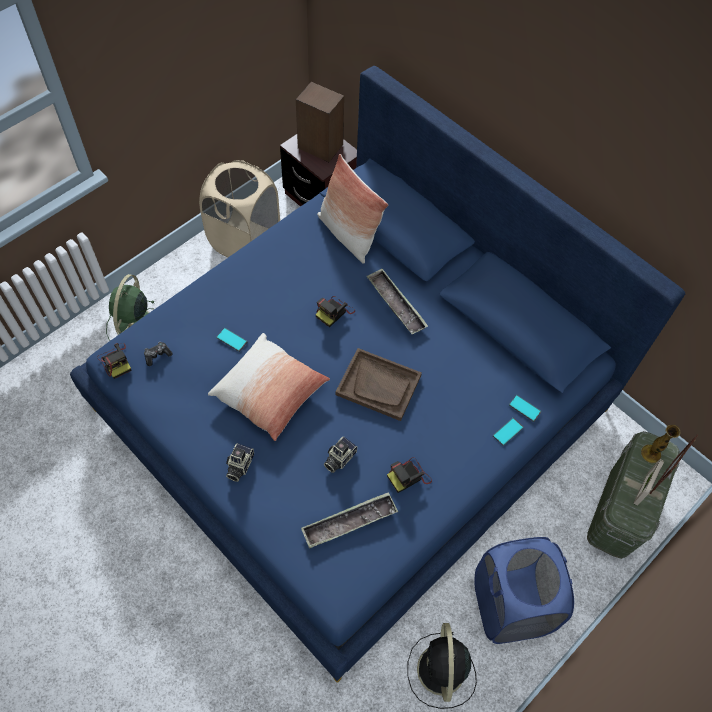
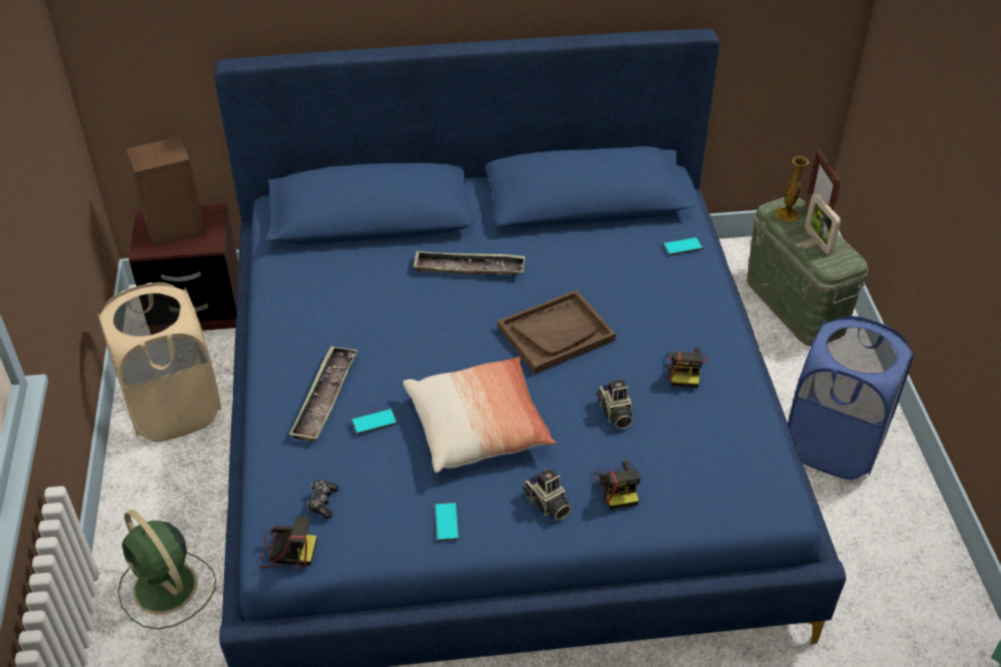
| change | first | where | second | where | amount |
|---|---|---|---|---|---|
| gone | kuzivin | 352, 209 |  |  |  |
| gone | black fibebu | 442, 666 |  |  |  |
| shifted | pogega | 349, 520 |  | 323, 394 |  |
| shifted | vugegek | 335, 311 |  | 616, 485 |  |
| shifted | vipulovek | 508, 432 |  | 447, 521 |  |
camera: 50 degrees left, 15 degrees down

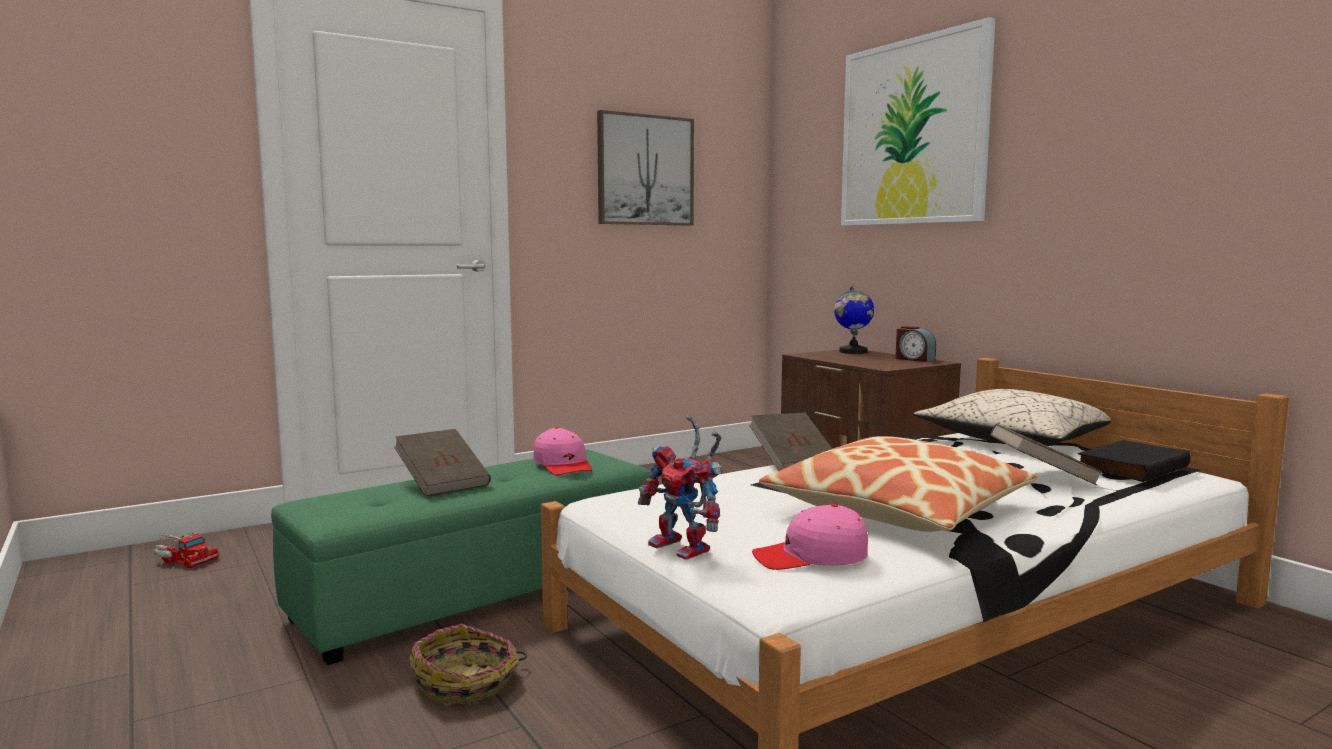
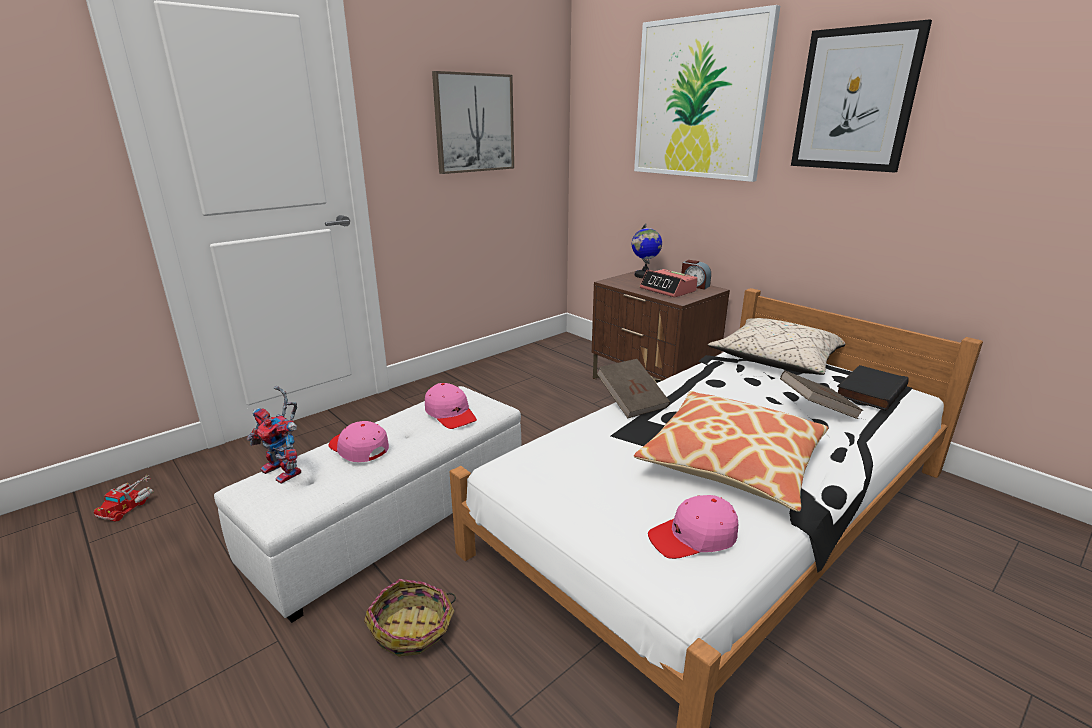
| change | first | where | second | where | amount |
|---|---|---|---|---|---|
| new |  |  | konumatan | 669, 283 |  |
| new |  |  | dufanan | 861, 96 |  |
| shifted | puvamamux | 680, 487 |  | 274, 435 |  |
| swapped | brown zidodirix | 442, 462 | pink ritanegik | 358, 441 |  |
| repainted | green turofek | 461, 557 | white turofek | 368, 504 |  |
| rotated | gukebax | 186, 550 |  | 124, 498 | 90 degrees clockwise |
camera: 10 degrees left, 15 degrees up

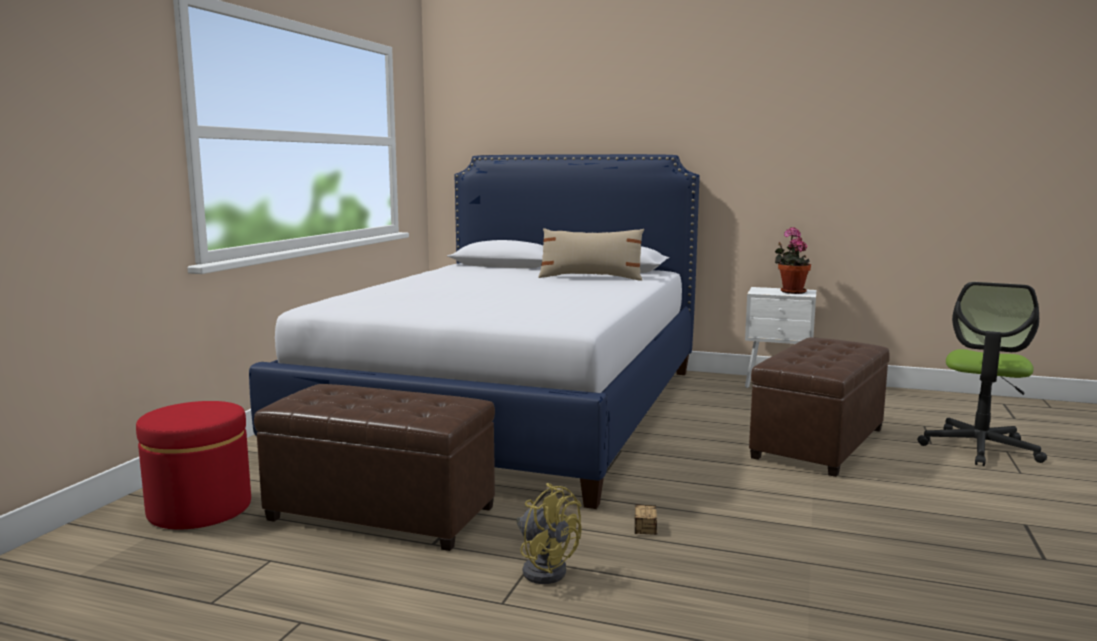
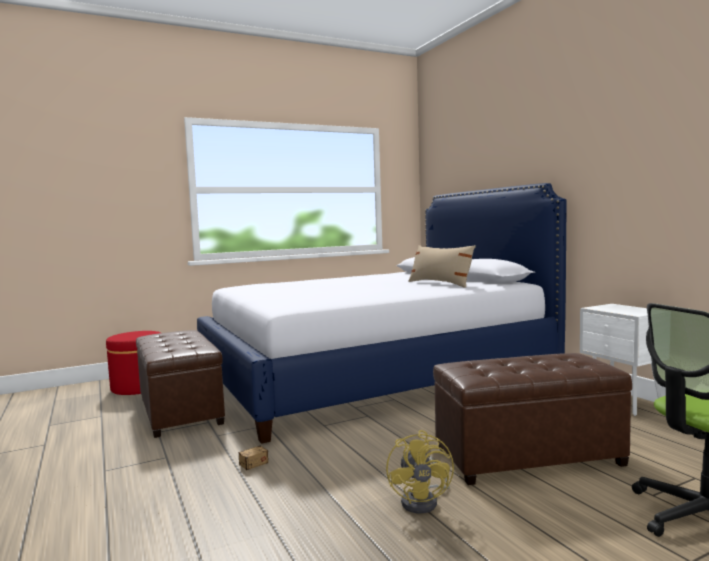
| change | first | where | second | where | amount |
|---|---|---|---|---|---|
| gone | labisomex | 793, 260 |  |  |  |
| shifted | yellow fibebu | 549, 533 |  | 420, 472 |  |
camera: 45 degrees right, 5 degrees down

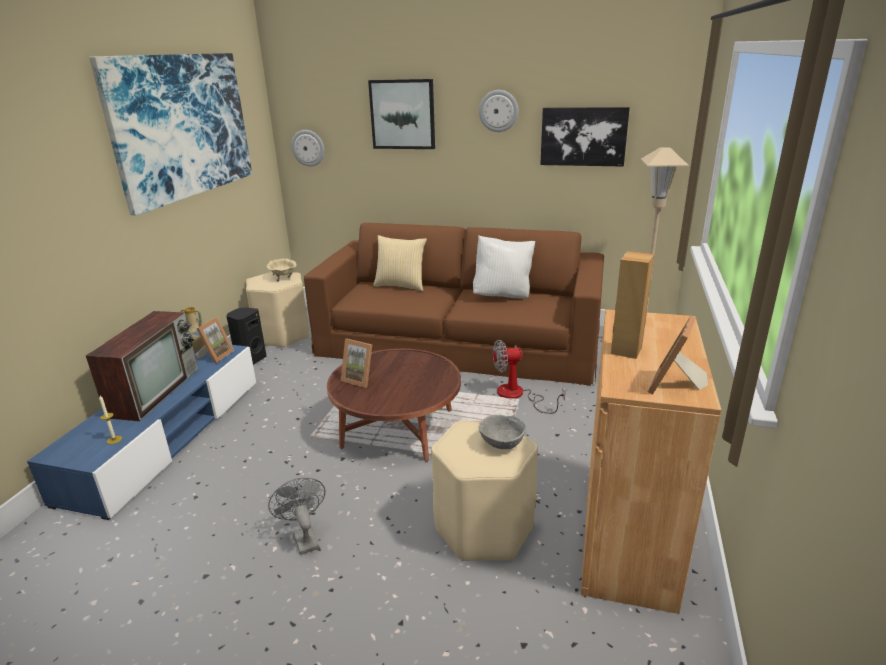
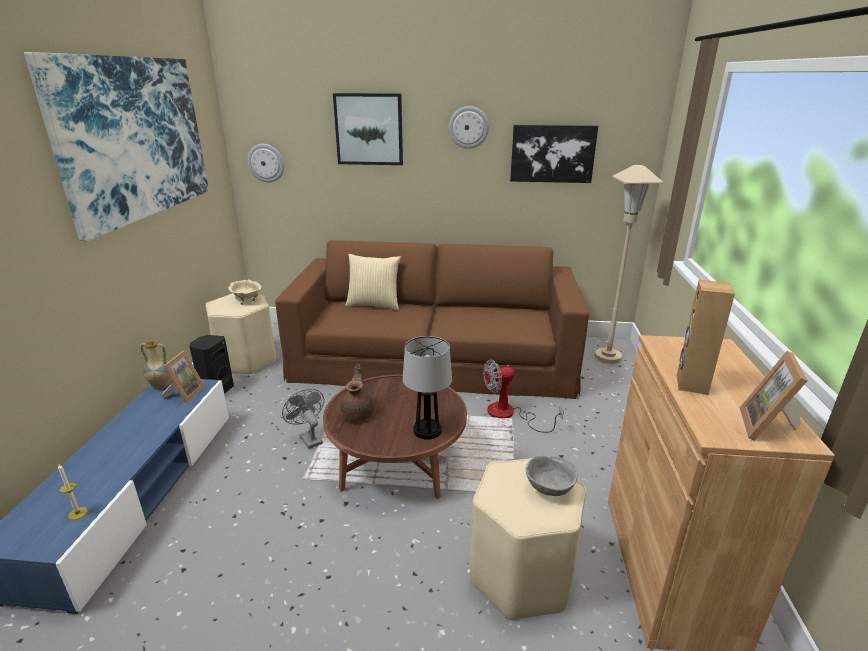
| change | first | where | second | where | amount |
|---|---|---|---|---|---|
| gone | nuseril | 142, 366 |  |  |  |
| gone | white kuzivin | 504, 267 |  |  |  |
| new |  |  | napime | 427, 388 |  |
| shifted | grey fibebu | 296, 516 |  | 303, 419 |  |
| swapped | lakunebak | 356, 363 | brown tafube | 357, 393 |  |
camera: 10 degrees left, 0 degrees up

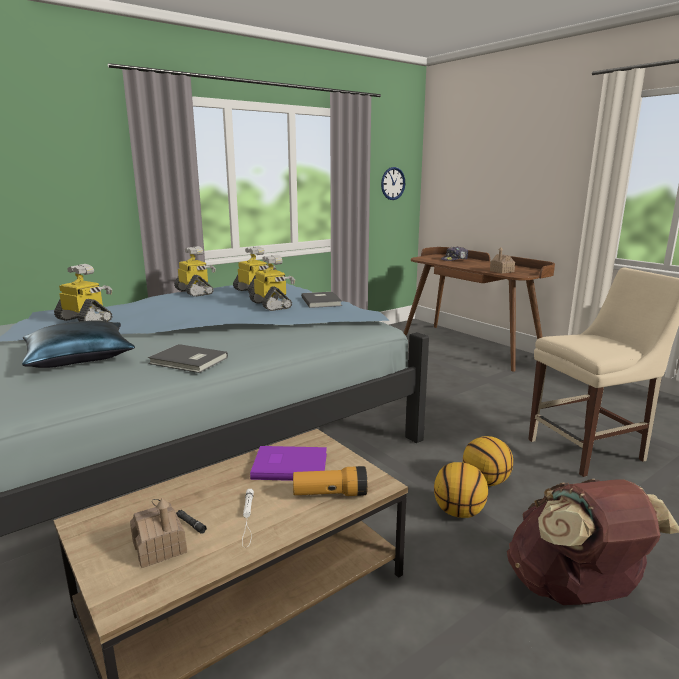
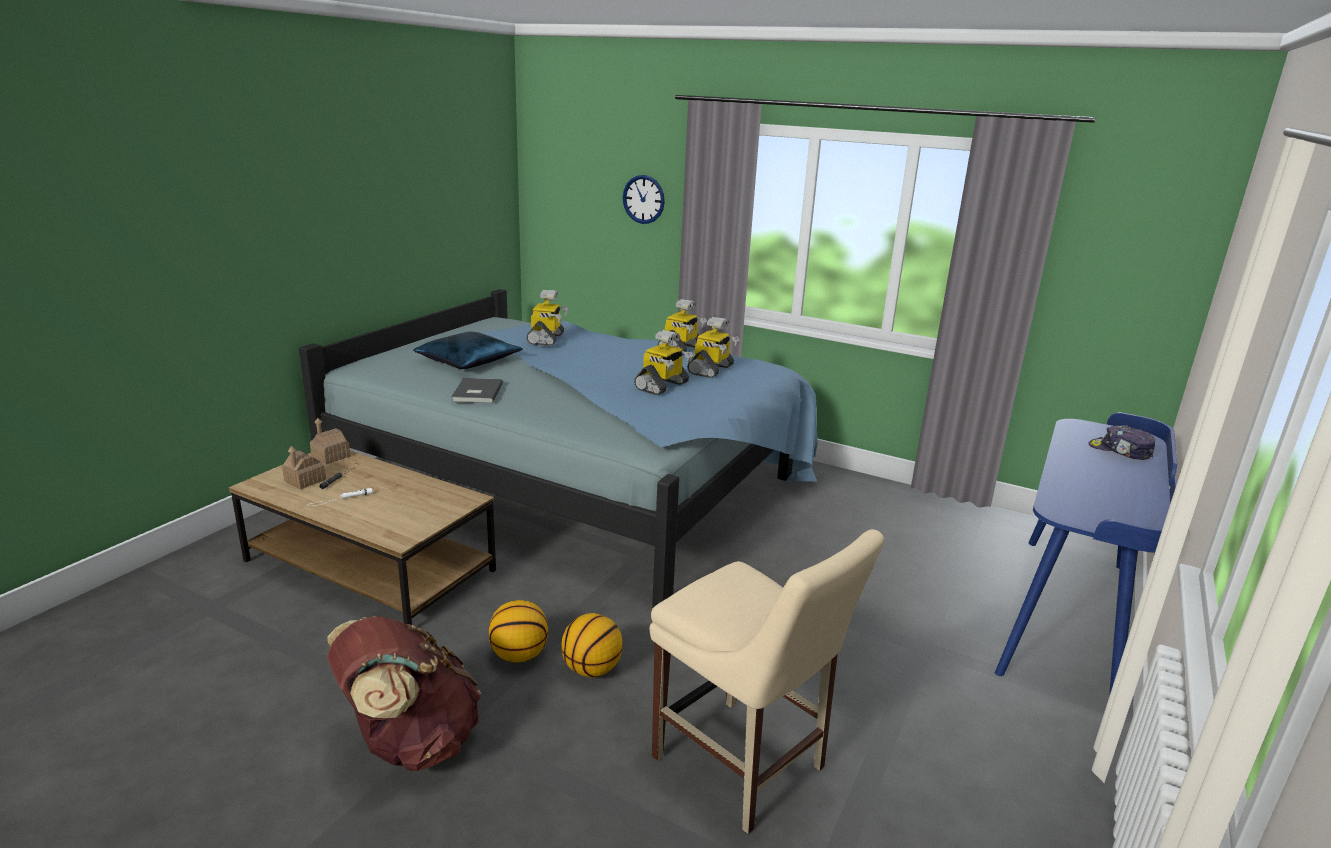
| change | first | where | second | where | amount |
|---|---|---|---|---|---|
| gone | purple zidodirix | 288, 463 |  |  |  |
| gone | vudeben | 330, 481 |  |  |  |
| gone | grey zidodirix | 321, 300 |  |  |  |
| shifted | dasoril | 393, 183 |  | 644, 199 |  |
| shifted | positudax | 502, 260 |  | 330, 441 |  |
| repainted | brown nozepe | 479, 309 | blue nozepe | 1086, 554 |  |
camera: 65 degrees right, 5 degrees up

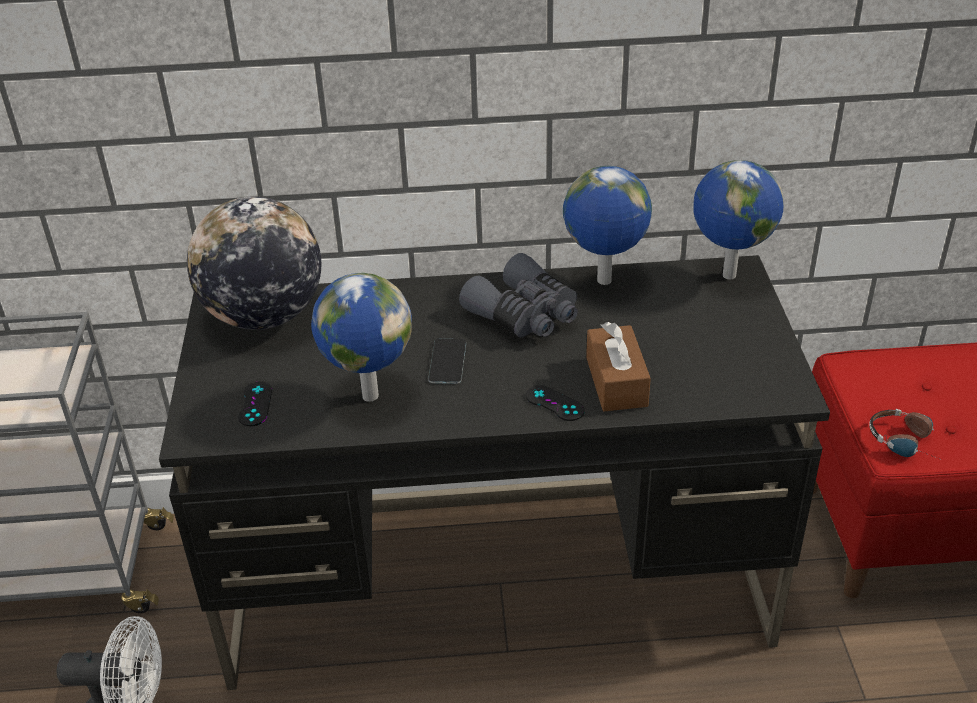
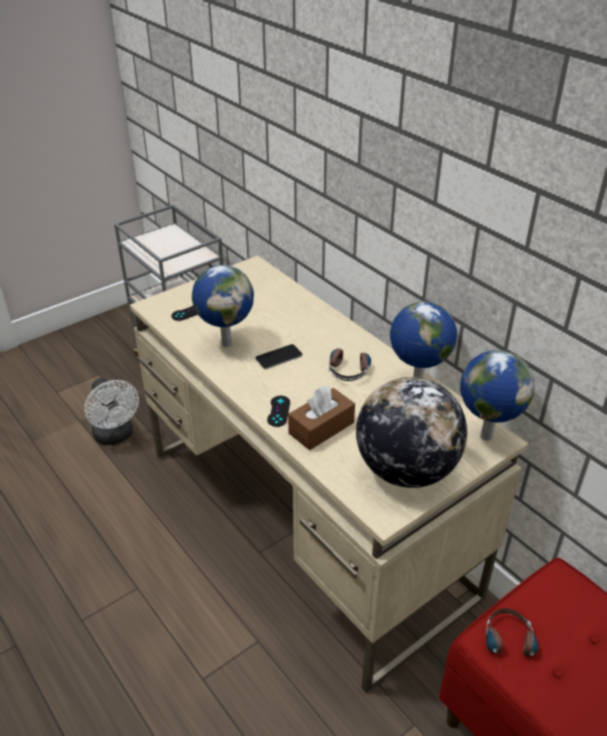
| change | first | where | second | where | amount |
|---|---|---|---|---|---|
| shifted | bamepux | 254, 263 |  | 411, 432 |  |
| swapped | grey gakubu | 518, 295 | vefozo | 350, 364 |  |
| repainted | black nozepe | 494, 472 | beige nozepe | 329, 474 |  |
camera: 55 degrees right, 0 degrees up

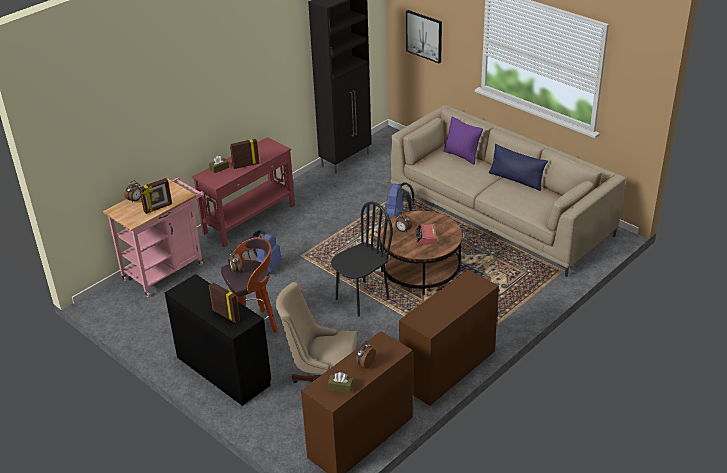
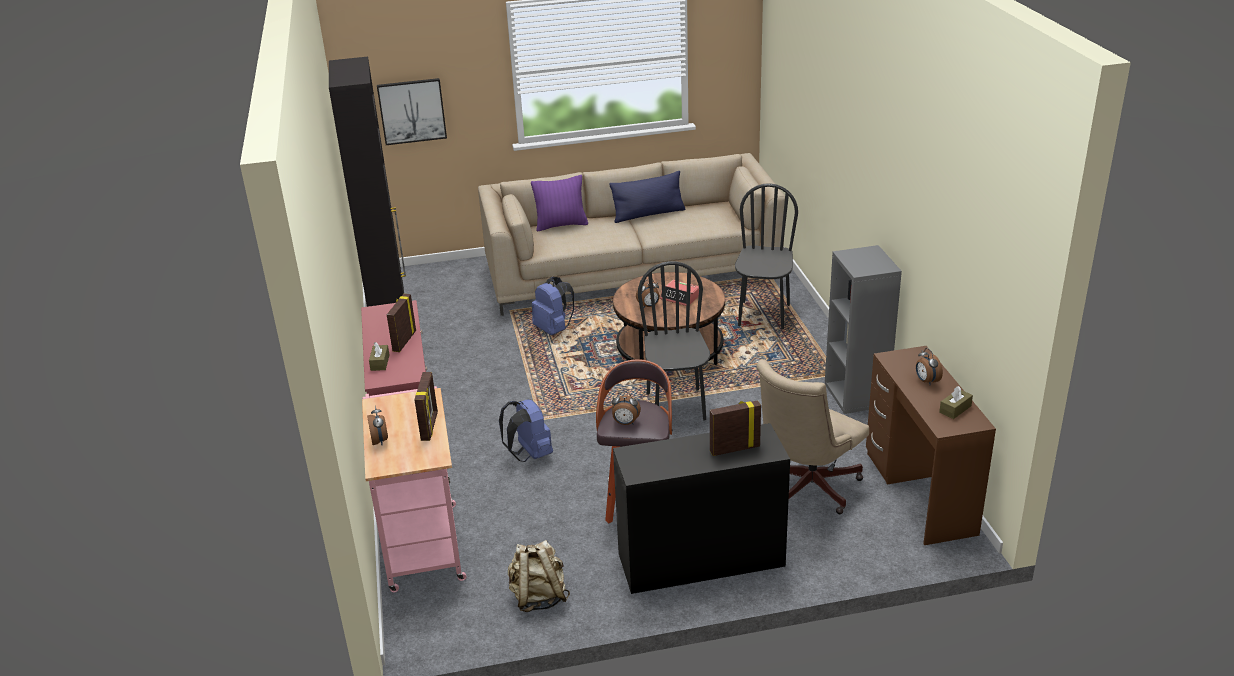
| change | first | where | second | where | amount |
|---|---|---|---|---|---|
| new |  |  | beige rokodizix | 539, 576 |  |
| new |  |  | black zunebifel | 766, 256 |  |
| swapped | brown nozepe | 449, 337 | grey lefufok | 863, 329 |  |
camera: 55 degrees left, 5 degrees down

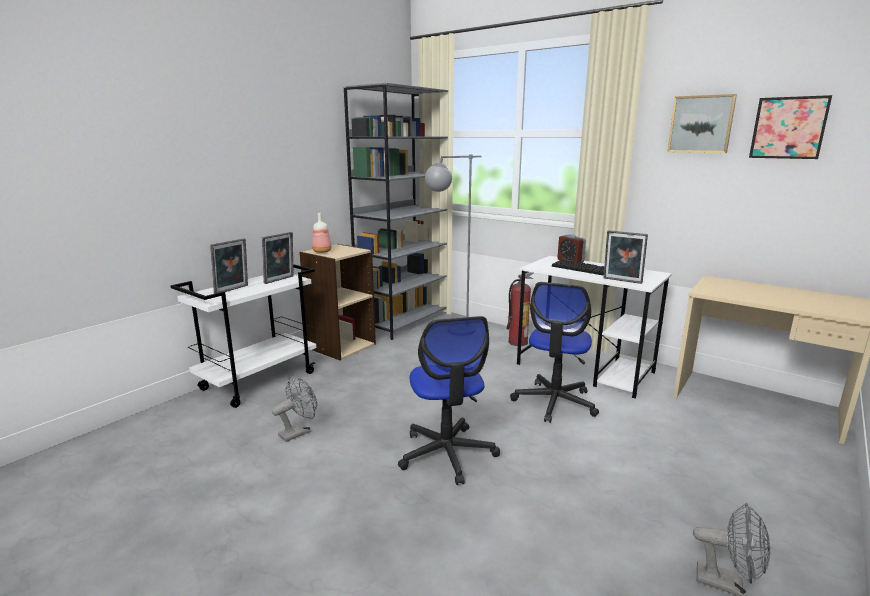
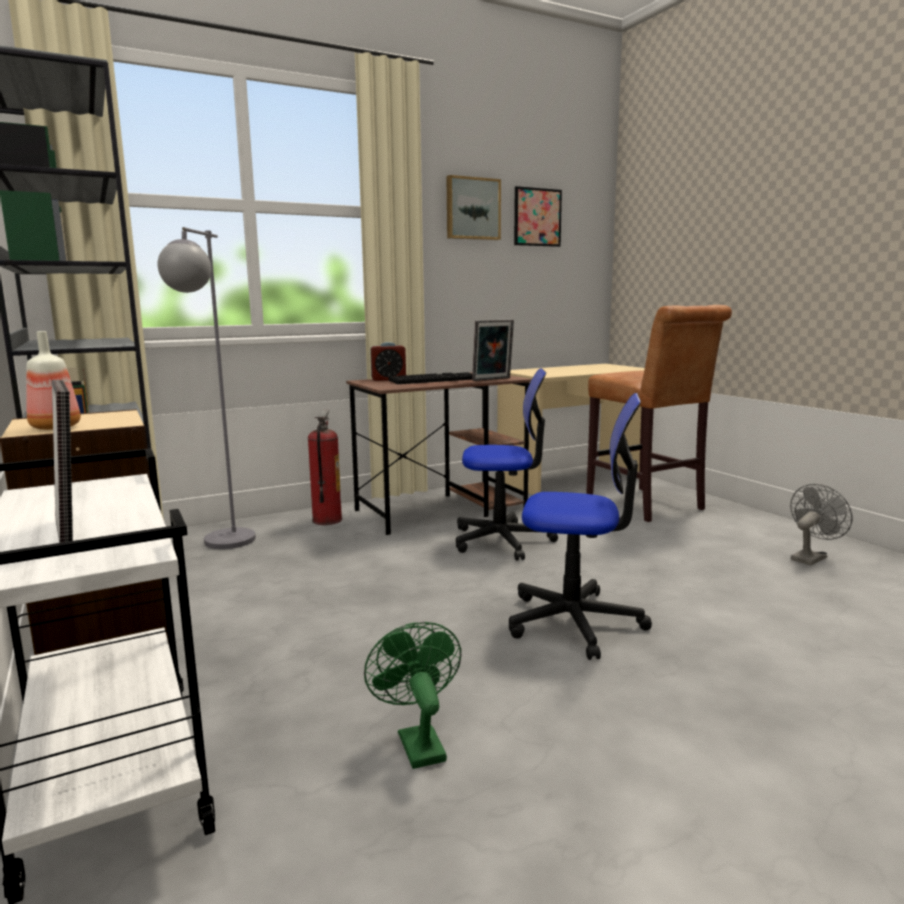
| change | first | where | second | where | amount |
|---|---|---|---|---|---|
| gone | lakunebak | 278, 258 |  |  |  |
| new |  |  | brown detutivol | 659, 413 |  |
| repainted | grey fibebu | 294, 409 | green fibebu | 412, 695 |  |
| repainted | white nozepe | 594, 327 | brown nozepe | 439, 453 |  |
| rotated | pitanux | 554, 352 |  | 507, 464 | 45 degrees counterclockwise |
camera: 65 degrees left, 5 degrees down

